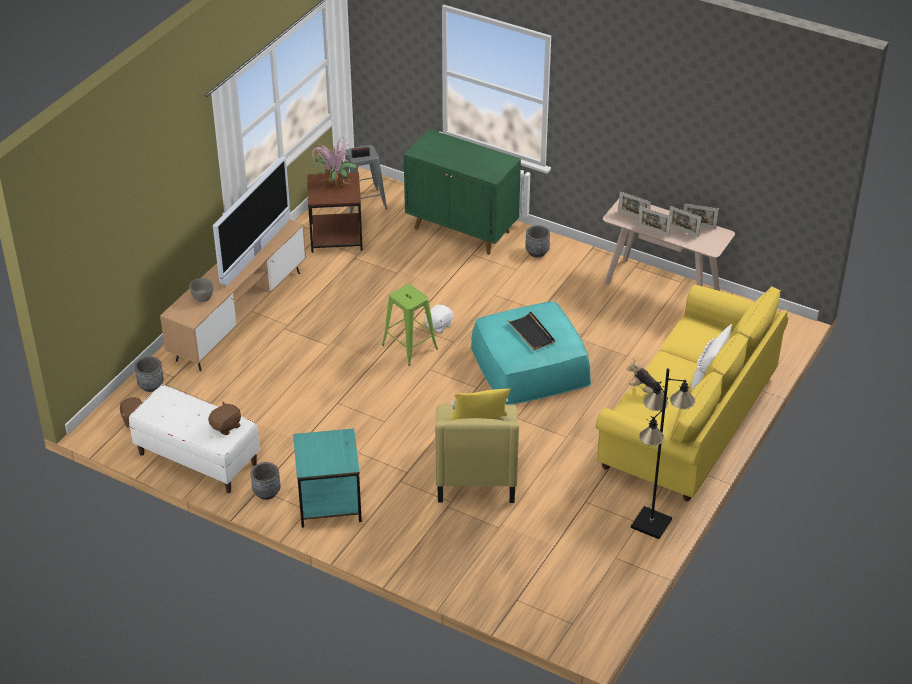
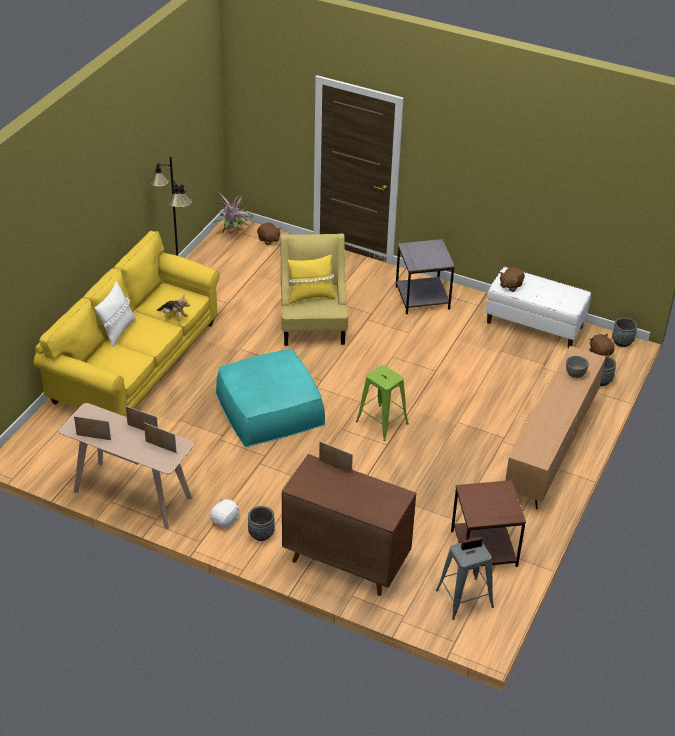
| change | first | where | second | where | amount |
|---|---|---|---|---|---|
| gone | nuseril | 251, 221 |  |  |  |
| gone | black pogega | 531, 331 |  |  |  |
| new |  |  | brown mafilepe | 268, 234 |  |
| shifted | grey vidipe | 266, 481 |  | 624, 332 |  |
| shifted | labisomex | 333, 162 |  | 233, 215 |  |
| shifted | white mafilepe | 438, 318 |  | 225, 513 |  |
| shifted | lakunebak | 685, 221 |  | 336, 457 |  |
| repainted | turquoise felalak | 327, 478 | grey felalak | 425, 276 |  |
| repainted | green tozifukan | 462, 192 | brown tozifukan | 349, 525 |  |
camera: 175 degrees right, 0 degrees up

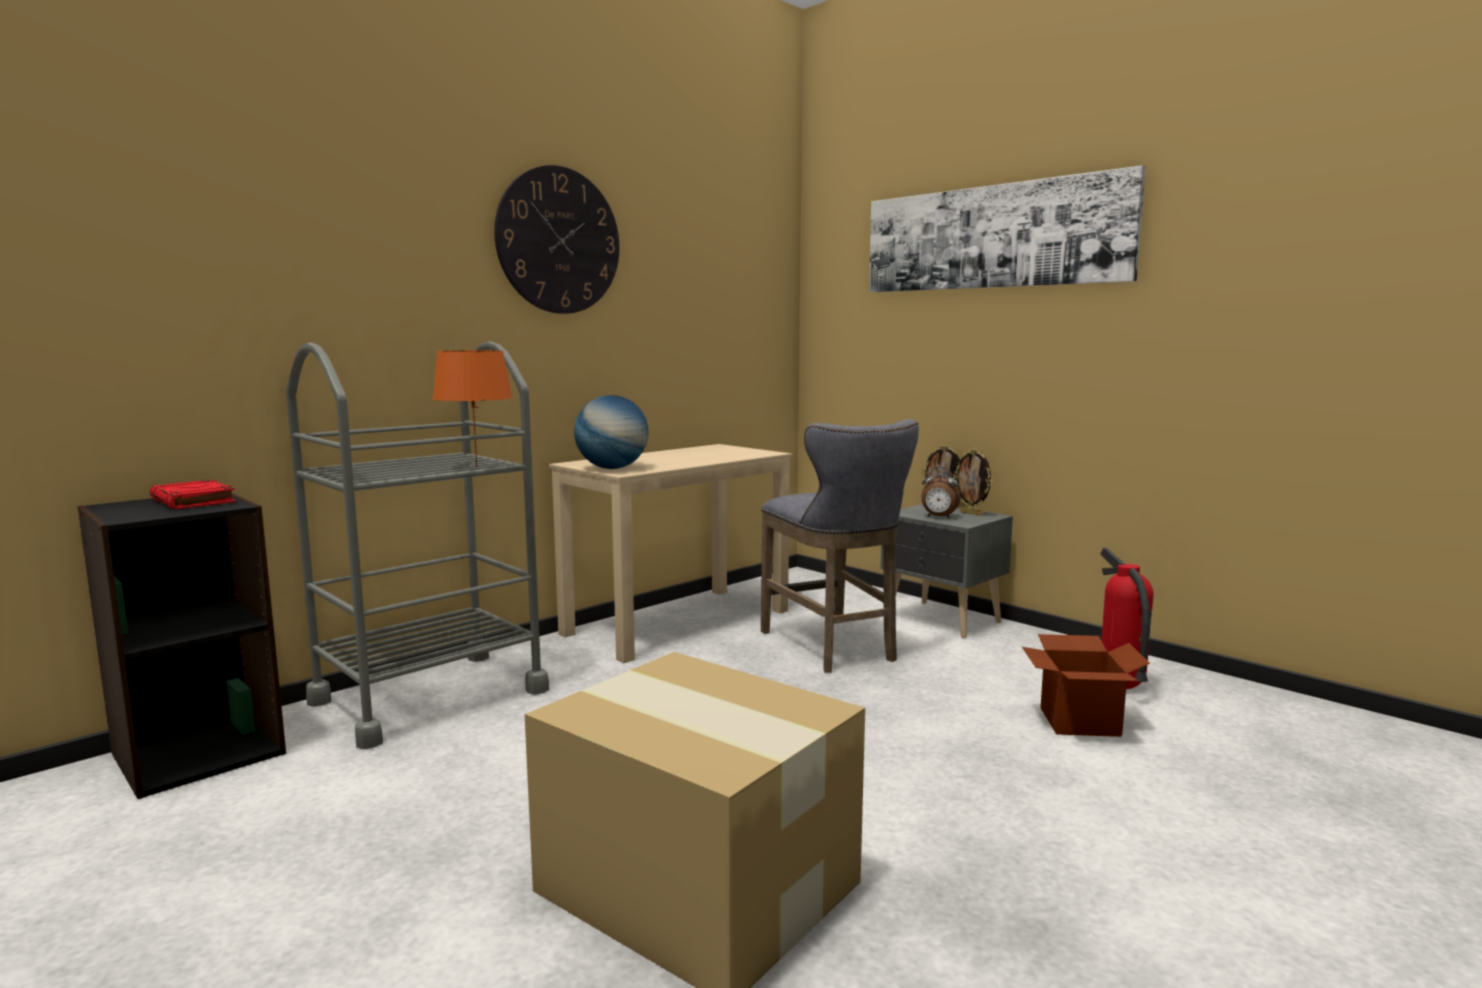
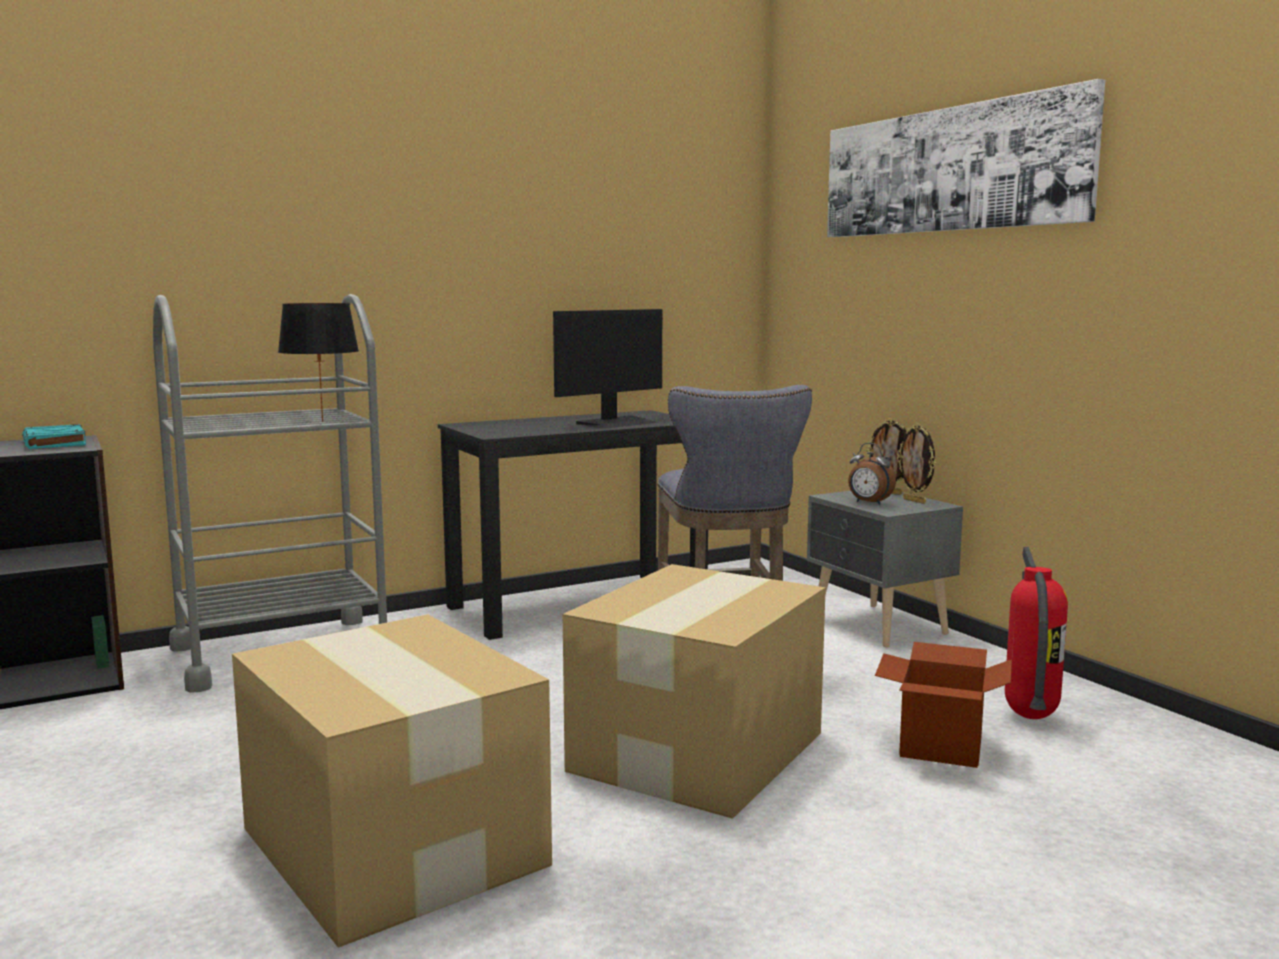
| change | first | where | second | where | amount |
|---|---|---|---|---|---|
| gone | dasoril | 556, 239 |  |  |  |
| gone | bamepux | 611, 432 |  |  |  |
| new |  |  | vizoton | 607, 369 |  |
| new |  |  | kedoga | 694, 691 |  |
| repainted | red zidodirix | 192, 494 | turquoise zidodirix | 54, 436 |  |
| repainted | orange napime | 472, 408 | black napime | 318, 362 |  |
| repainted | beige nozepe | 670, 553 | black nozepe | 573, 525 |  |
camera: 15 degrees right, 0 degrees up

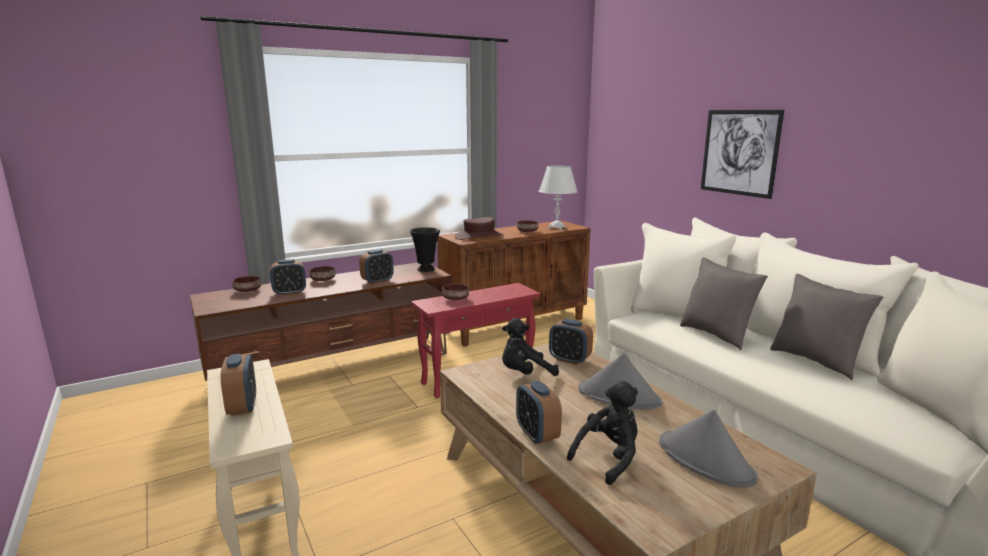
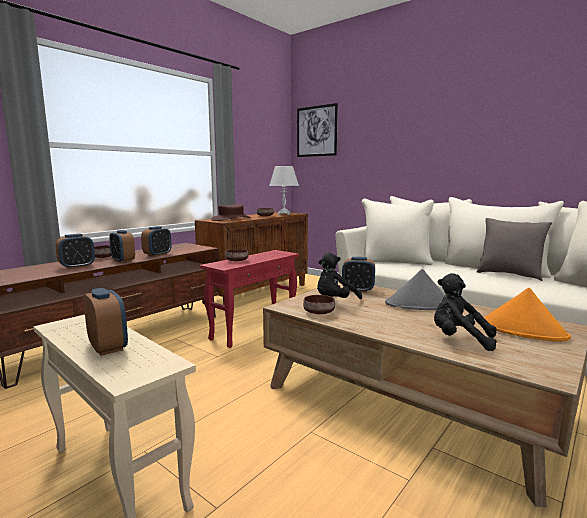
| change | first | where | second | where | amount |
|---|---|---|---|---|---|
| gone | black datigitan | 425, 249 |  |  |  |
| gone | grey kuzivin | 724, 303 |  |  |  |
| shifted | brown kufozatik | 246, 284 |  | 319, 304 |  |
| shifted | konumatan | 539, 413 |  | 122, 246 |  |
| shifted | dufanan | 742, 154 |  | 317, 130 |  |
| repainted | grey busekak | 708, 449 | orange busekak | 527, 315 |  |
| rotated | black mafilepe | 602, 433 |  | 465, 312 | 90 degrees counterclockwise |
camera: 20 degrees left, 5 degrees down

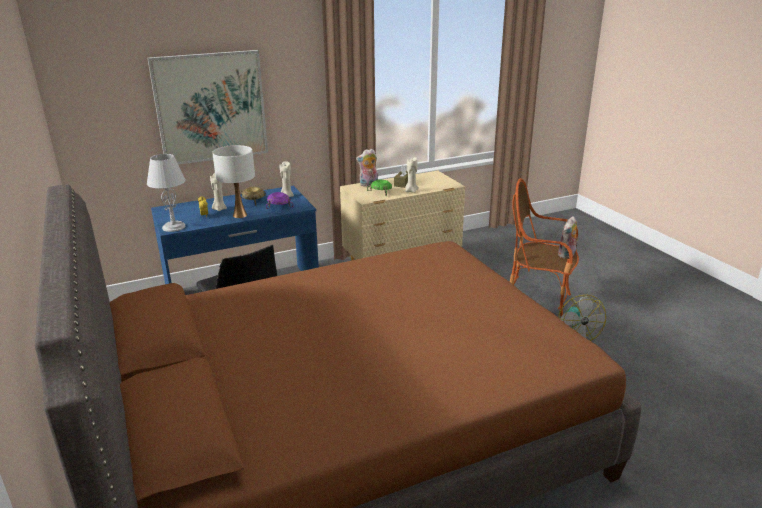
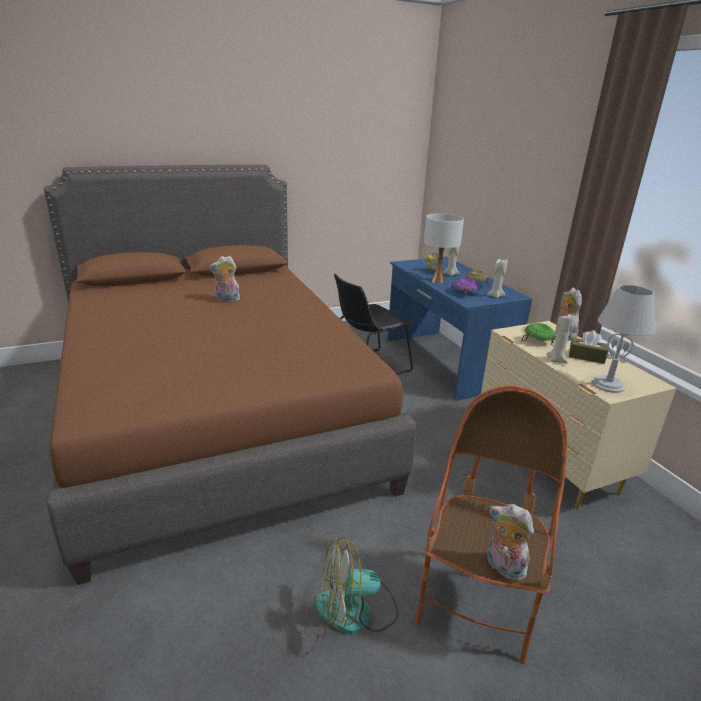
| change | first | where | second | where | amount |
|---|---|---|---|---|---|
| gone | dufanan | 207, 107 |  |  |  |
| new |  |  | mafilepe | 225, 279 |  |
| shifted | grey napime | 166, 193 |  | 623, 339 |  |
camera: 90 degrees right, 0 degrees up

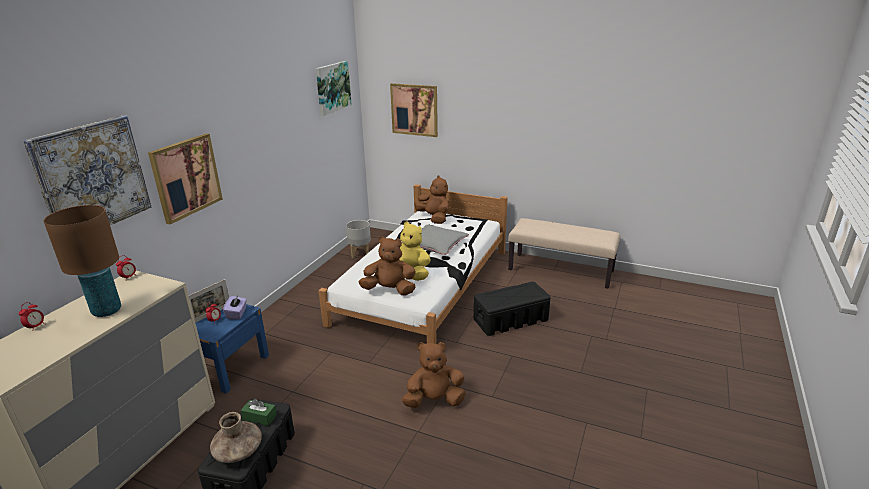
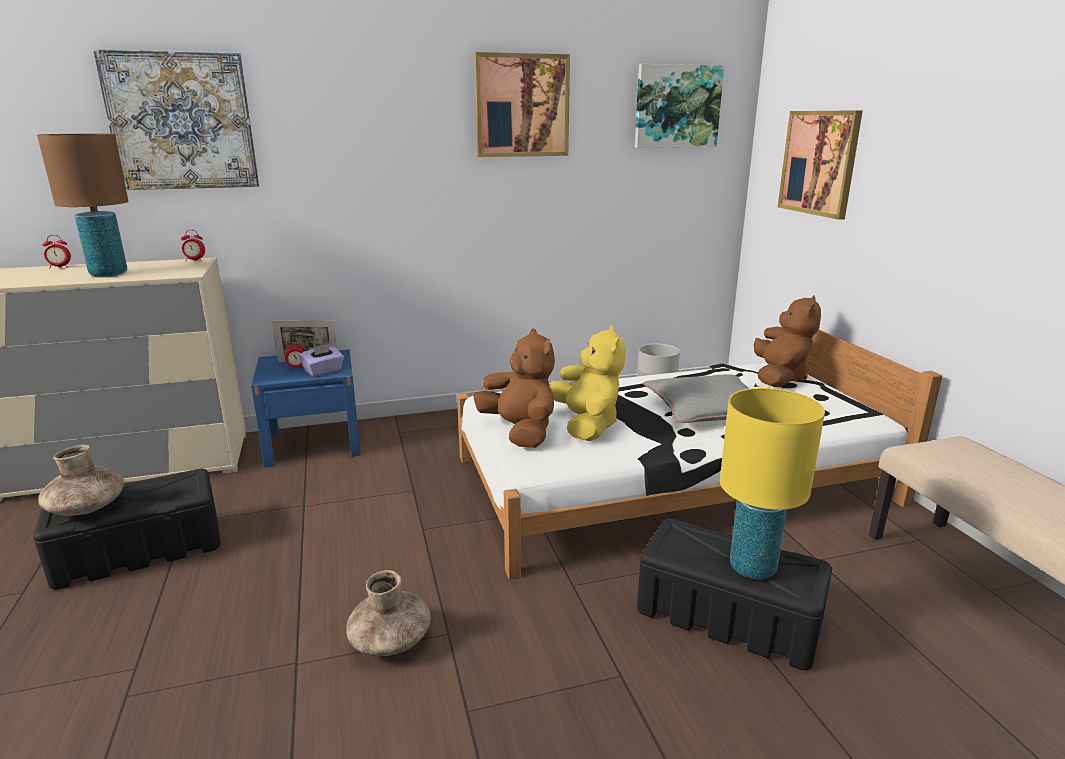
| change | first | where | second | where | amount |
|---|---|---|---|---|---|
| gone | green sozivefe | 259, 412 |  |  |  |
| new |  |  | yellow napime | 772, 483 |  |
| shifted | dufanan | 185, 179 |  | 522, 104 |  |
| swapped | brown mafilepe | 434, 375 | brown datigitan | 388, 613 |  |
camera: 50 degrees right, 5 degrees down

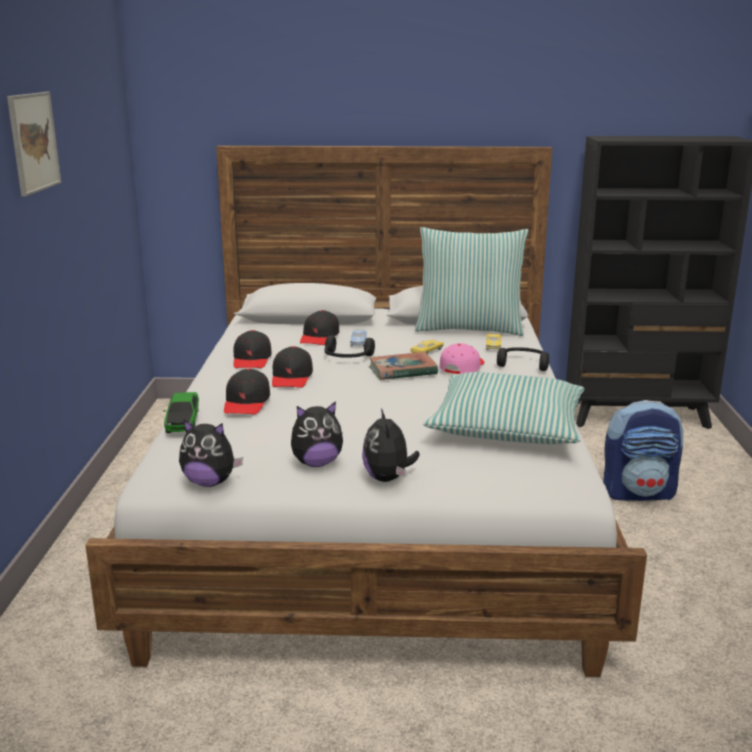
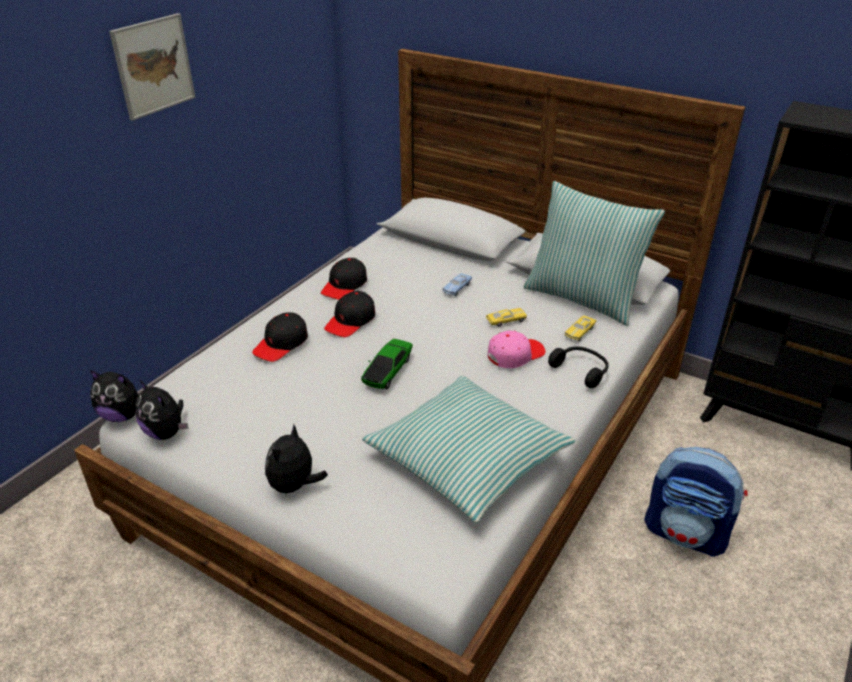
| change | first | where | second | where | amount |
|---|---|---|---|---|---|
| gone | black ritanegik | 319, 327 |  |  |  |
| gone | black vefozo | 349, 346 |  |  |  |
| gone | zidodirix | 403, 366 |  |  |  |
| shifted | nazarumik | 181, 412 |  | 387, 364 |  |
| shifted | mafilepe | 317, 434 |  | 114, 396 |  |
camera: 30 degrees right, 15 degrees up

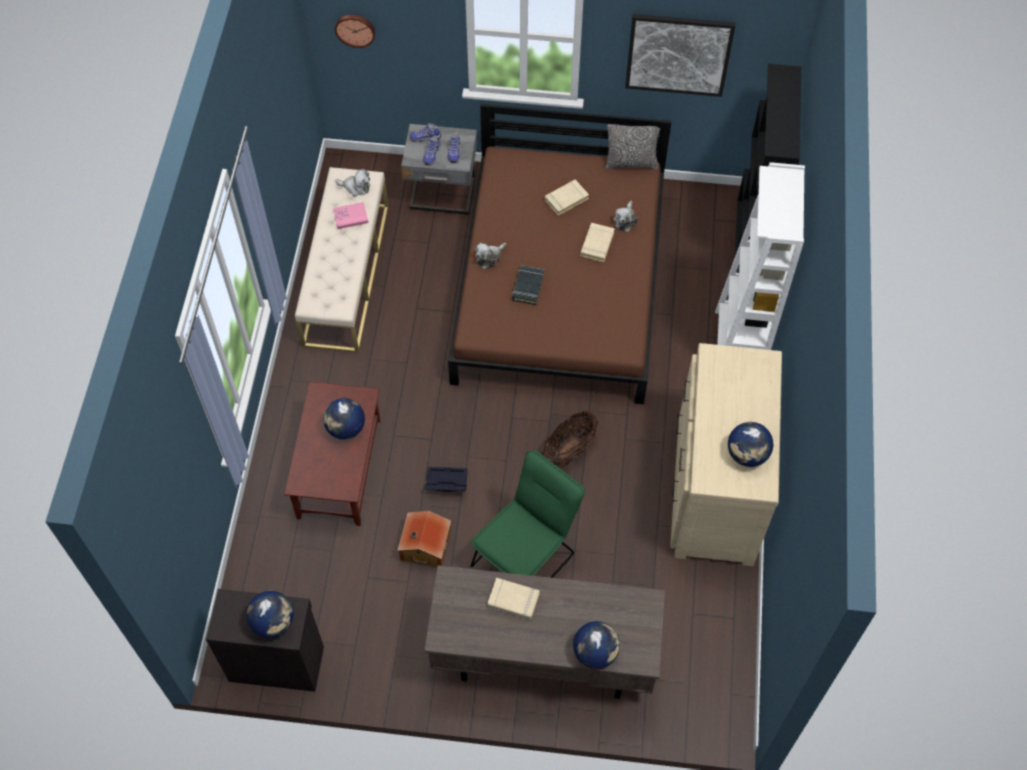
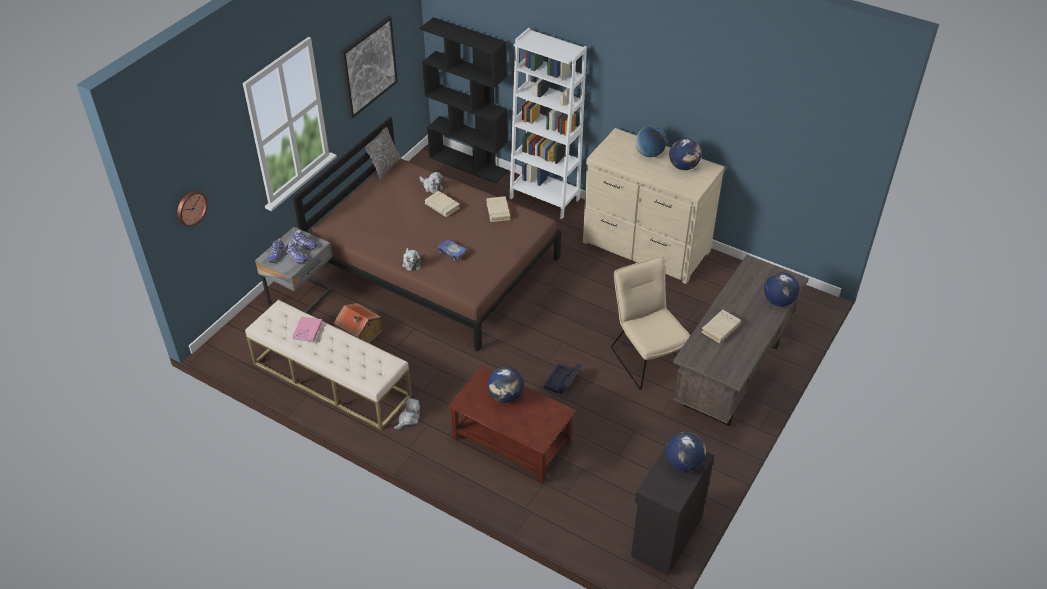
| change | first | where | second | where | amount |
|---|---|---|---|---|---|
| gone | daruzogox | 570, 439 |  |  |  |
| new |  |  | bamepux | 651, 141 |  |
| shifted | mafilepe | 352, 183 |  | 407, 413 |  |
| shifted | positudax | 424, 539 |  | 358, 323 |  |
| shifted | beige zidodirix | 567, 198 |  | 498, 209 |  |
| swapped | black zidodirix | 528, 285 | nazarumik | 453, 250 |  |
| repainted | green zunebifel | 528, 514 | beige zunebifel | 650, 323 |  |
camera: 65 degrees left, 15 degrees down

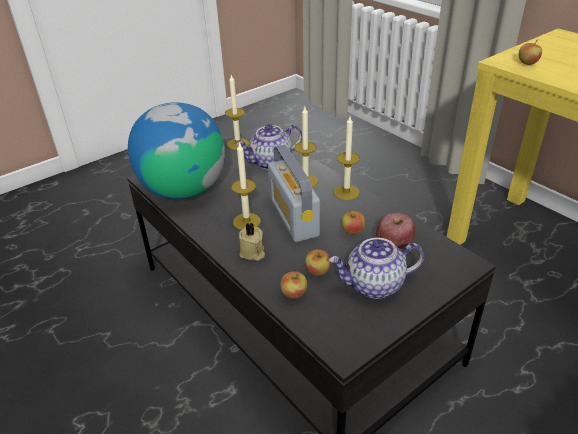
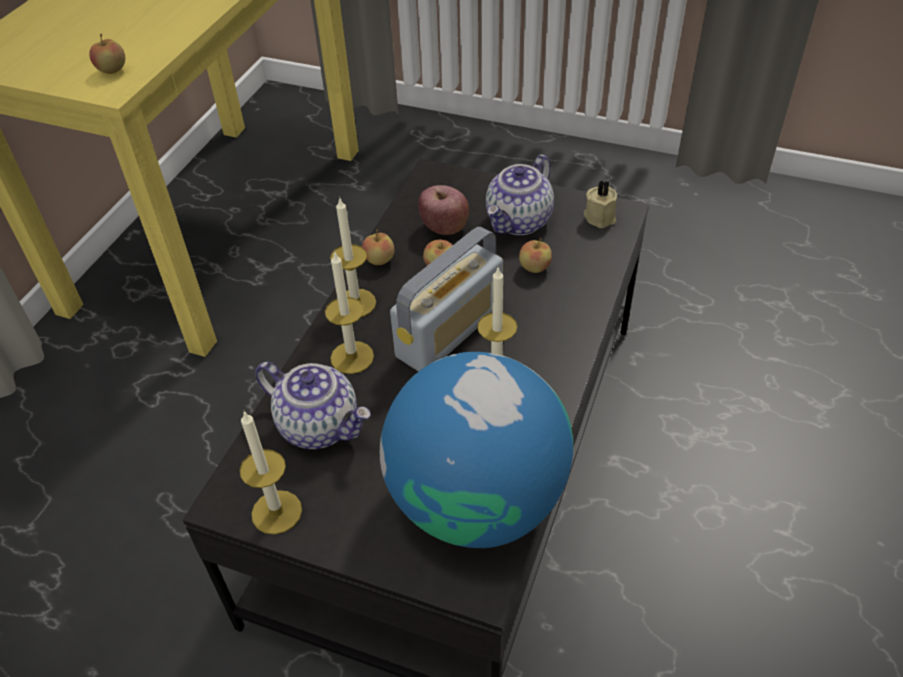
| change | first | where | second | where | amount |
|---|---|---|---|---|---|
| shifted | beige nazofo | 252, 242 |  | 600, 204 |  |
| shifted | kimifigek | 293, 285 |  | 378, 247 |  |
| rotated | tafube | 376, 268 |  | 520, 194 | 75 degrees clockwise |
camera: 120 degrees left, 10 degrees up

